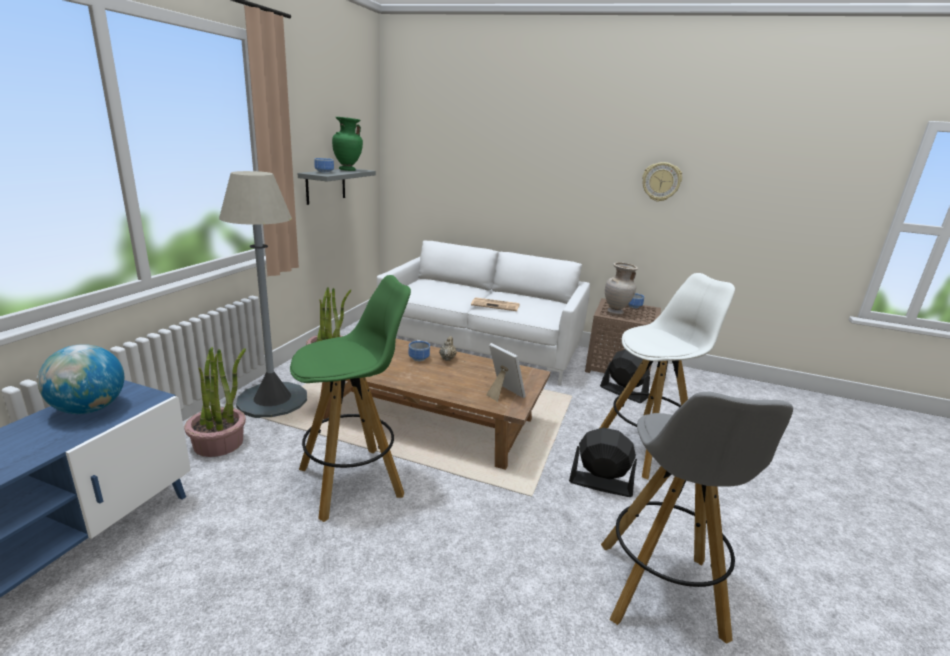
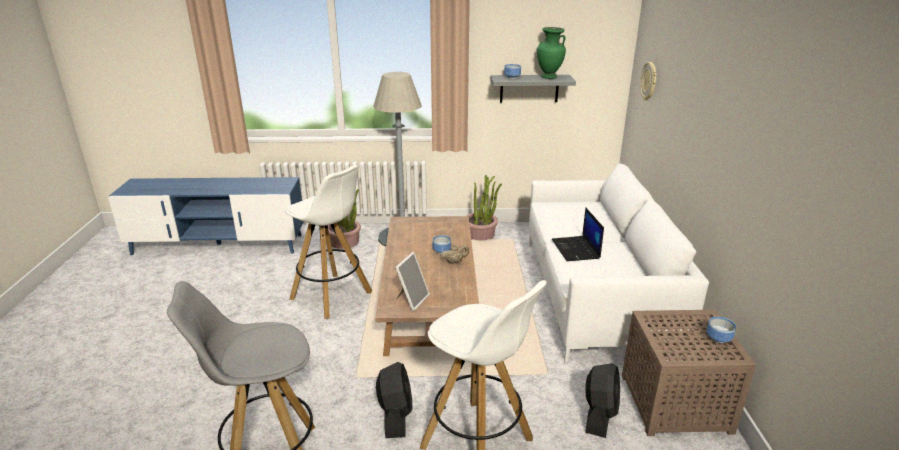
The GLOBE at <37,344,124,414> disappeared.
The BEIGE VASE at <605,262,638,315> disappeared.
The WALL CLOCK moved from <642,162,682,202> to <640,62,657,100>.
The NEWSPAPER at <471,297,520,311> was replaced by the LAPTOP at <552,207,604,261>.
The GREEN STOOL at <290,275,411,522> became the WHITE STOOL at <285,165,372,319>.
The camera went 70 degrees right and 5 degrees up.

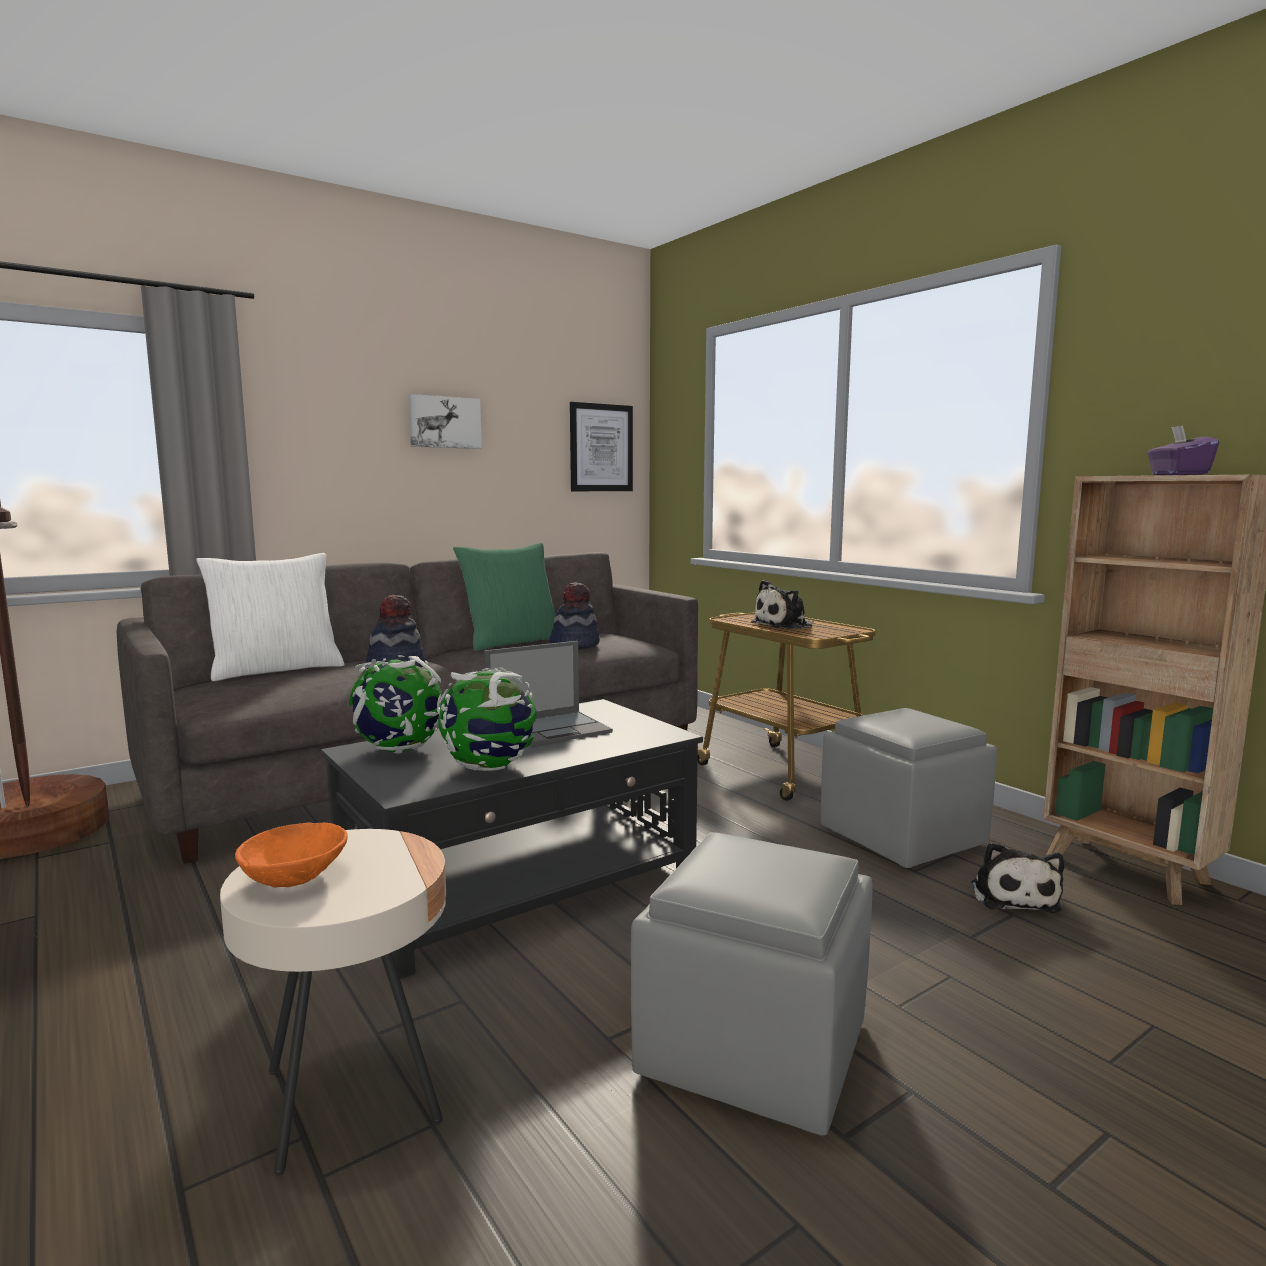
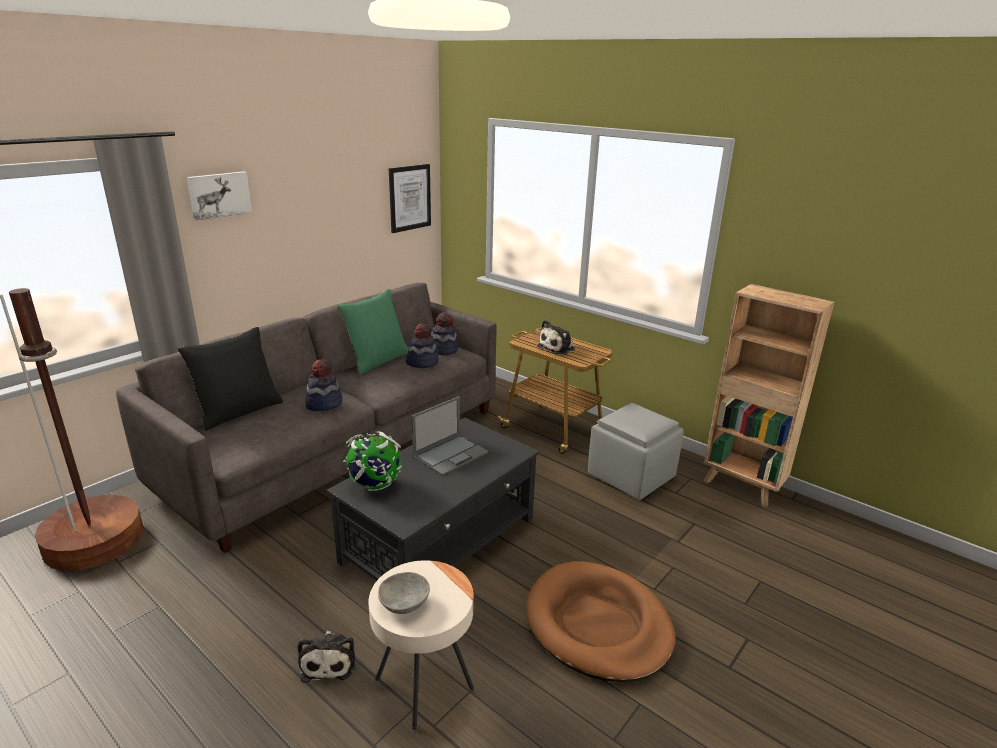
The GLOBE at <437,667,537,771> disappeared.
The PURPLE TISSUE BOX at <1147,425,1219,475> disappeared.
The HAT at <431,313,458,355> appeared.
The PICTURE moved from <408,394,482,449> to <186,171,252,221>.
The PLUSH TOY moved from <972,842,1064,913> to <298,631,356,683>.
The GREY OTTOMAN at <631,832,872,1136> was replaced by the BROWN DOG BED at <527,561,675,682>.
The WHITE PILLOW at <196,553,345,682> became the BLACK PILLOW at <178,327,283,431>.
The ORANGE BOWL at <235,823,348,888> became the GREY BOWL at <378,572,430,614>.
The camera went 15 degrees left and 15 degrees up.

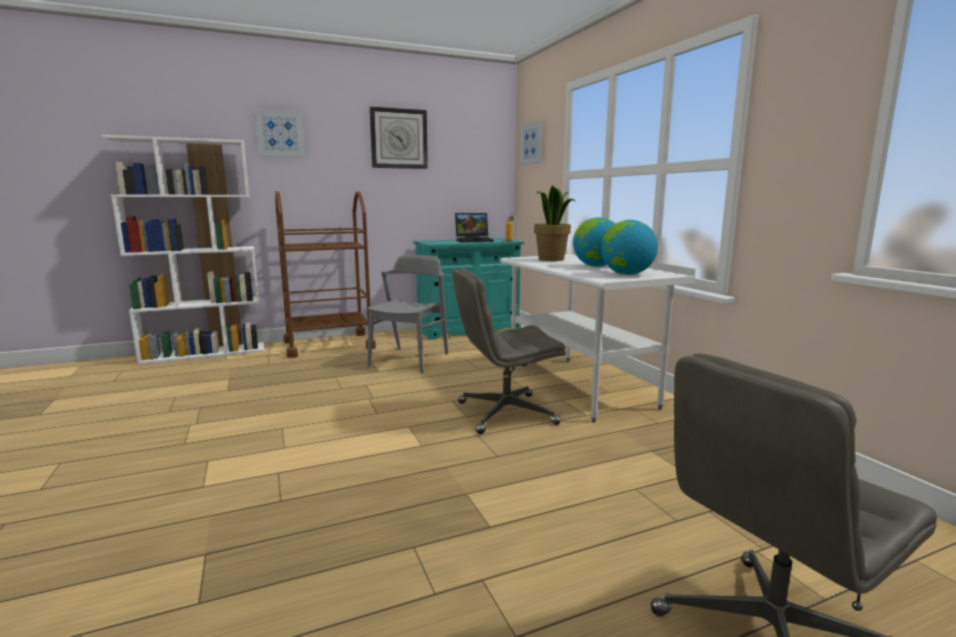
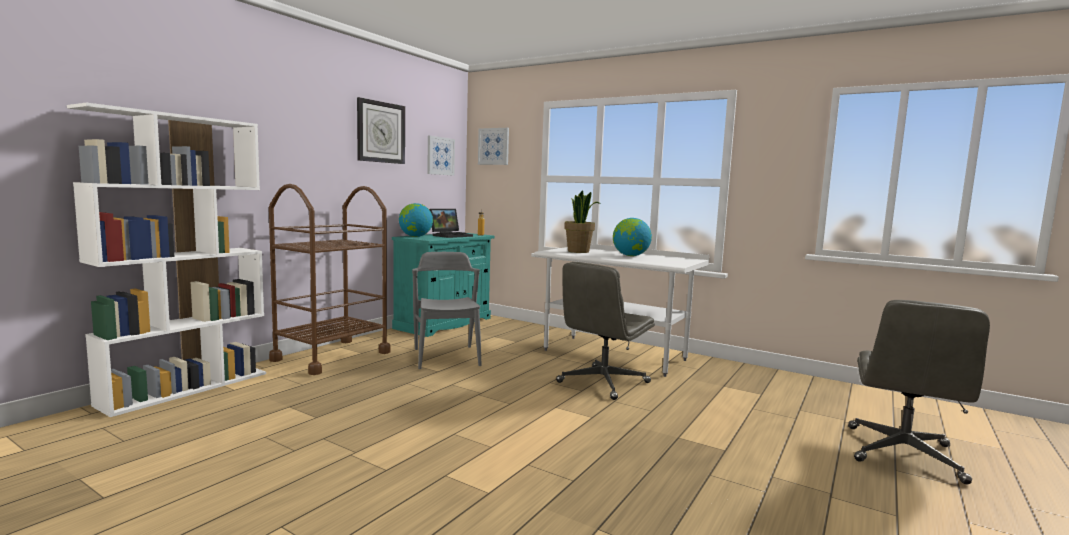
The PICTURE moved from <255,109,305,157> to <427,136,455,175>.
The GLOBE moved from <601,220,658,275> to <399,203,433,237>.
The camera went 35 degrees left and 5 degrees down.

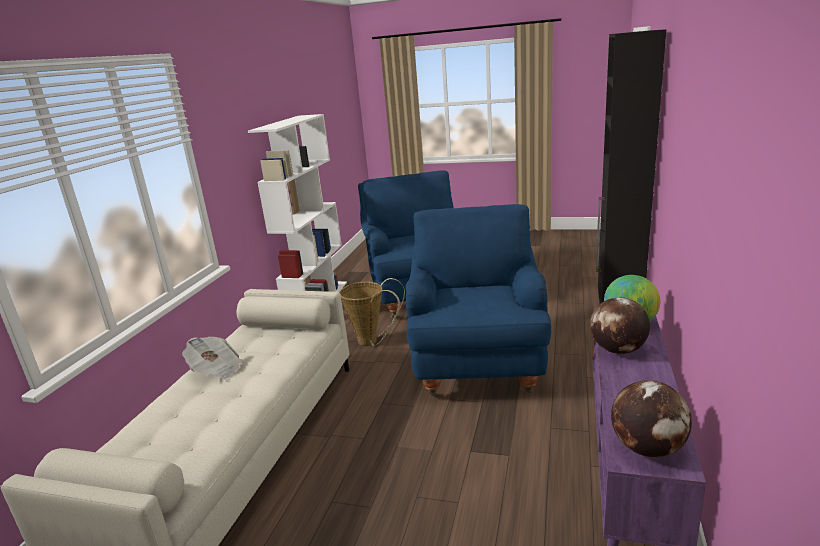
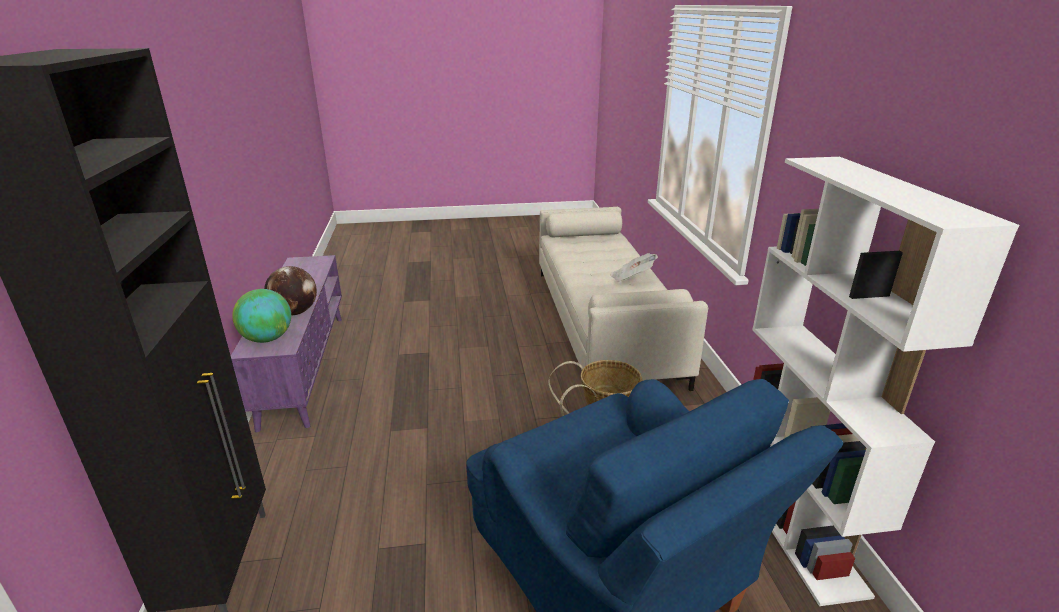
The BLUE ARMCHAIR at <406,204,551,396> disappeared.
The GLOBE at <611,380,692,457> disappeared.
The camera went 155 degrees right and 5 degrees up.

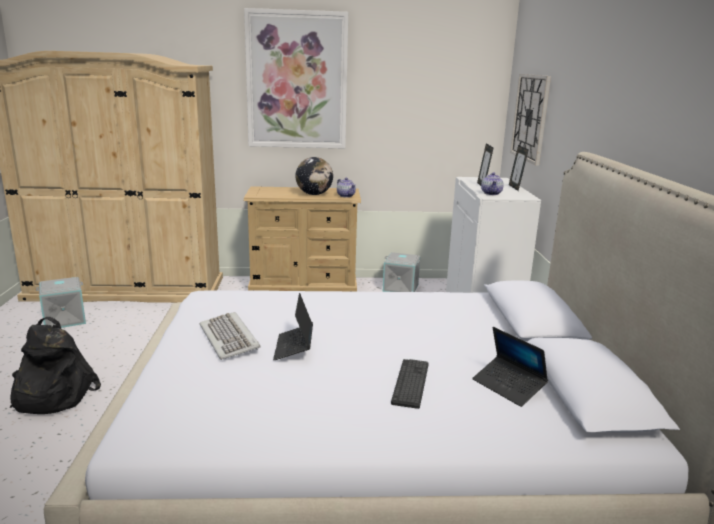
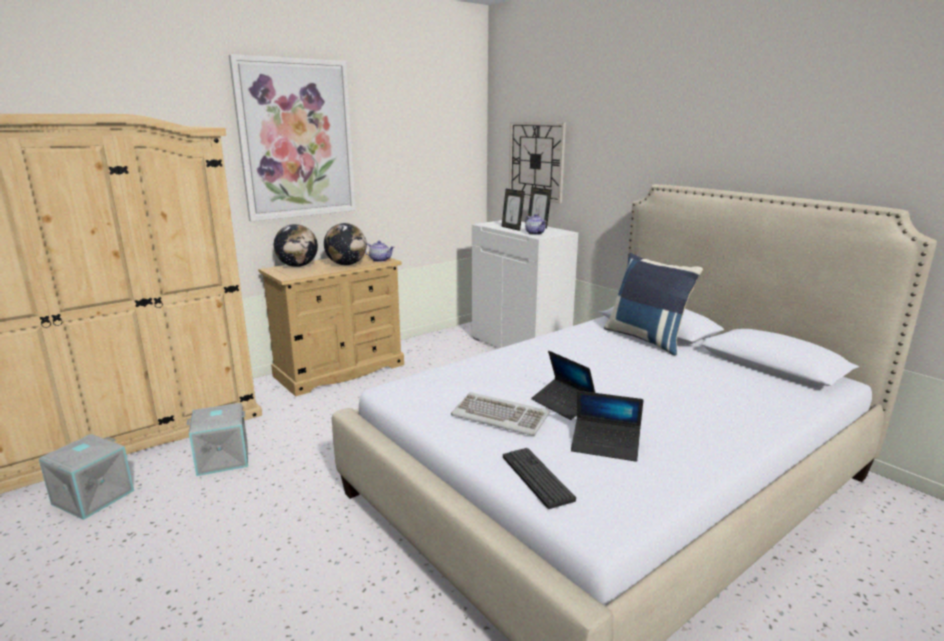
The BLACK BACKPACK at <10,317,101,414> disappeared.
The GLOBE at <274,224,318,267> appeared.
The BLUE PILLOW at <604,253,703,355> appeared.
The GREY STORAGE BOX moved from <383,252,420,292> to <186,403,248,476>.
The KEYBOARD moved from <391,359,429,409> to <503,448,576,509>.
The LAPTOP moved from <472,327,548,407> to <571,391,643,462>.
The camera went 35 degrees left and 0 degrees up.

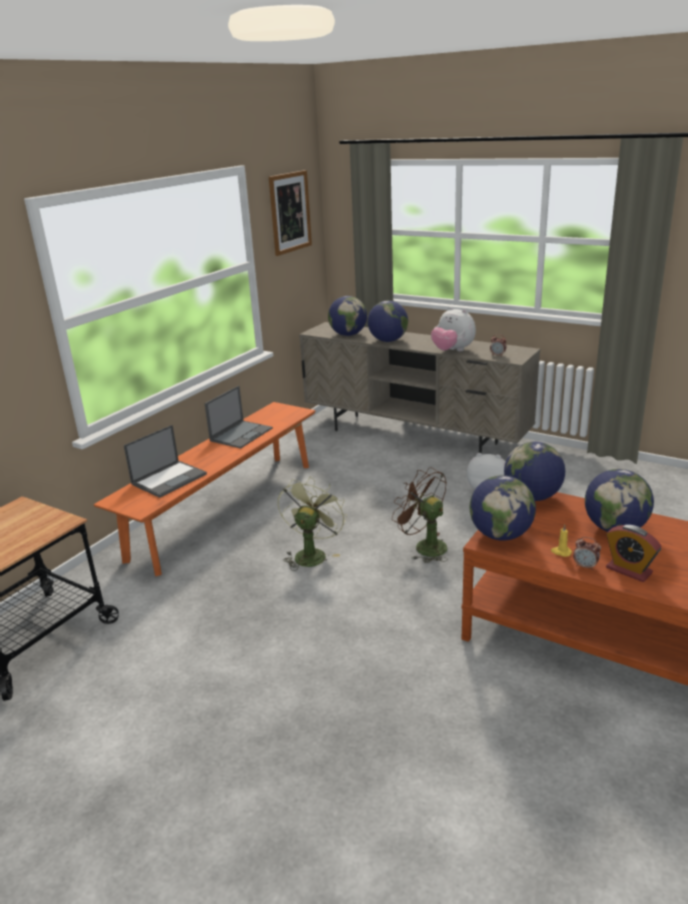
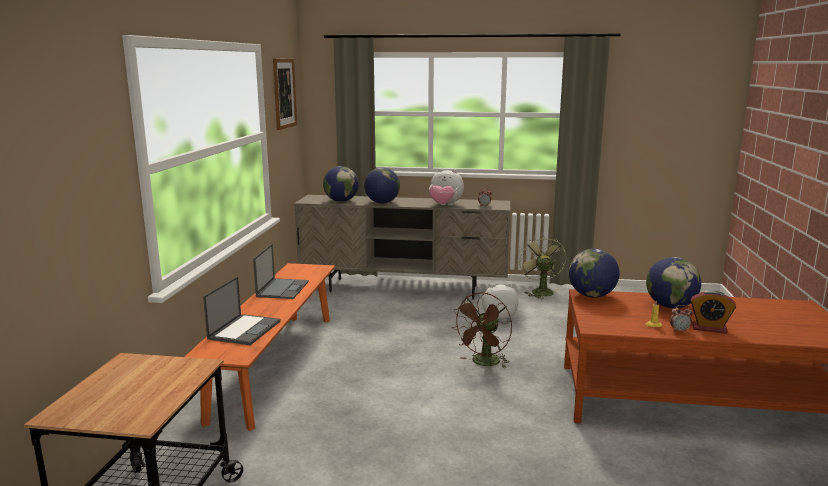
The GLOBE at <470,475,536,541> disappeared.
The GREEN FAN moved from <278,476,347,571> to <519,235,566,299>.
The BROWN FAN at <392,467,448,563> turned 75 degrees counterclockwise.
The camera went 25 degrees left and 10 degrees down.

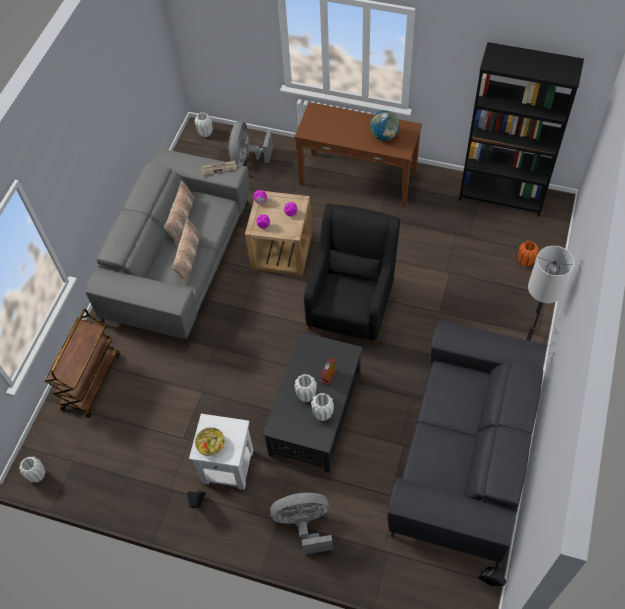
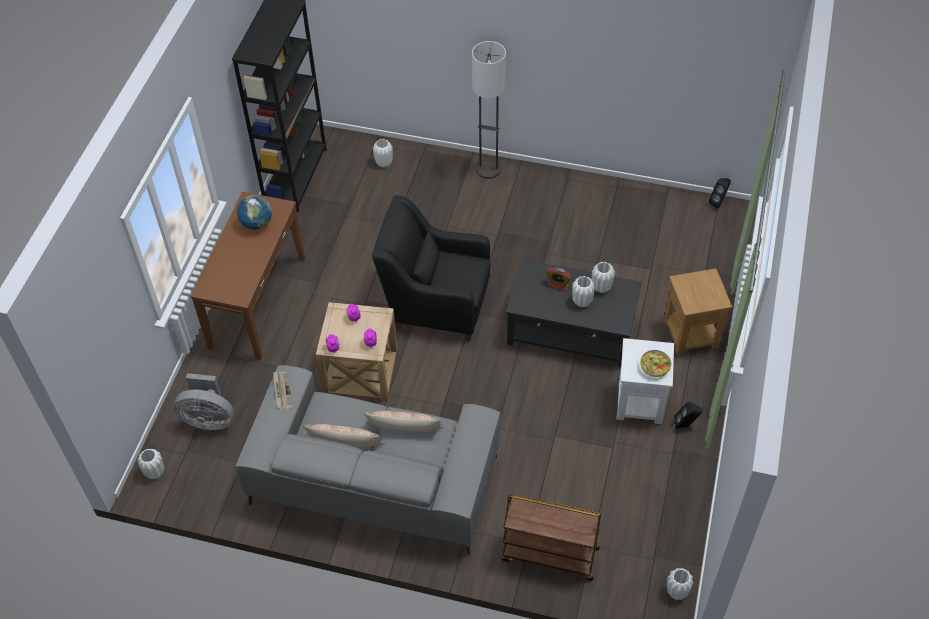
The GREY SOFA at <387,320,547,567> disappeared.
The GREY FAN at <270,493,333,555> was replaced by the BROWN SIDE TABLE at <664,268,732,355>.
The ORANGE VASE at <518,241,539,267> became the WHITE VASE at <373,139,393,167>.
The camera went 95 degrees left and 5 degrees down.

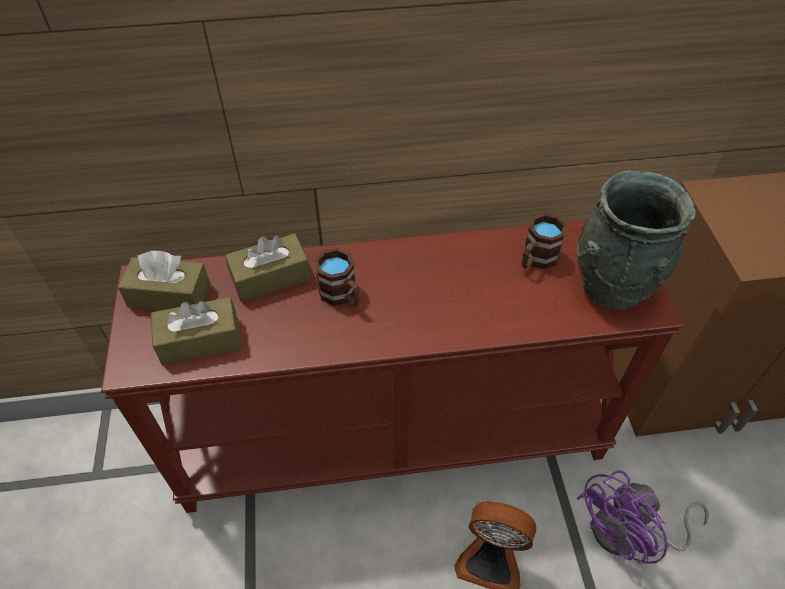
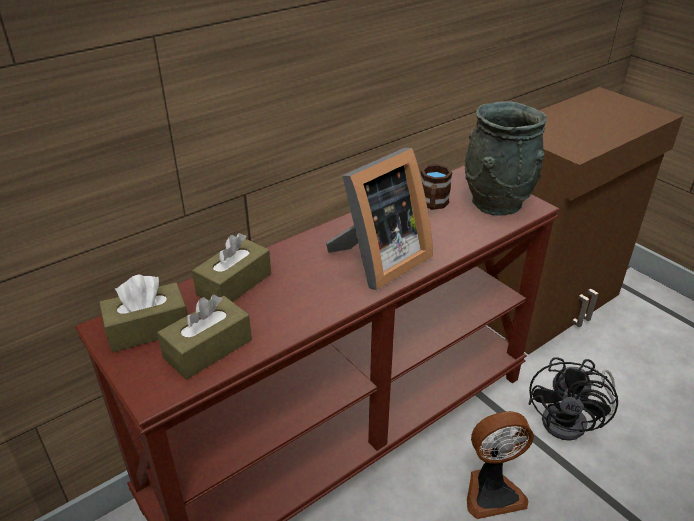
The BROWN MUG at <315,248,359,307> disappeared.
The PICTURE FRAME at <326,148,433,290> appeared.
The PURPLE FAN at <577,470,709,564> became the BLACK FAN at <528,357,618,441>.
The camera went 30 degrees left and 15 degrees down.

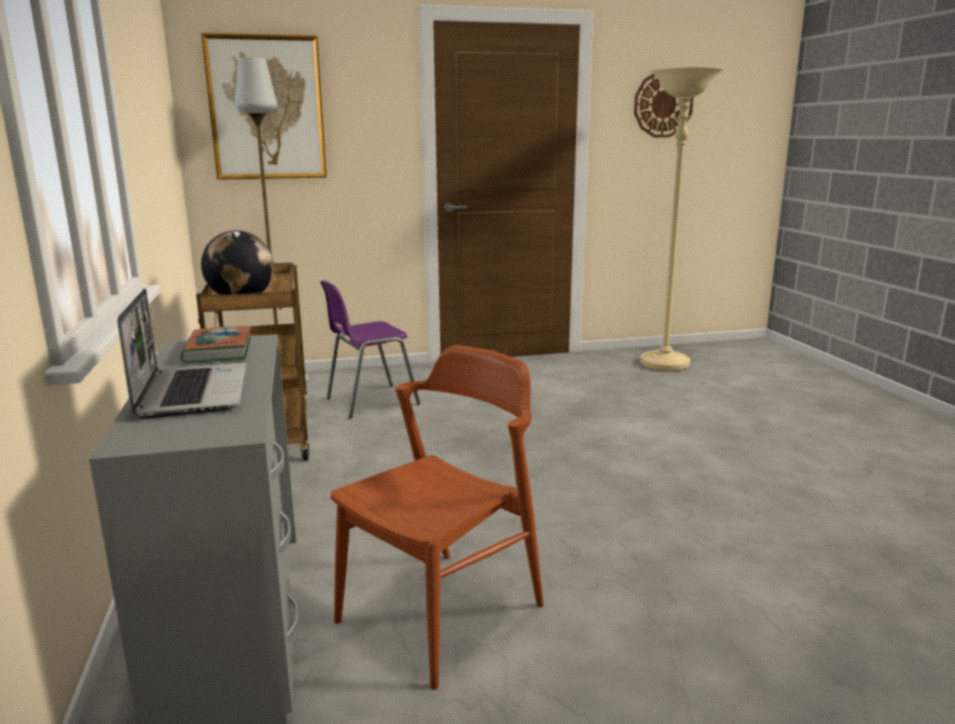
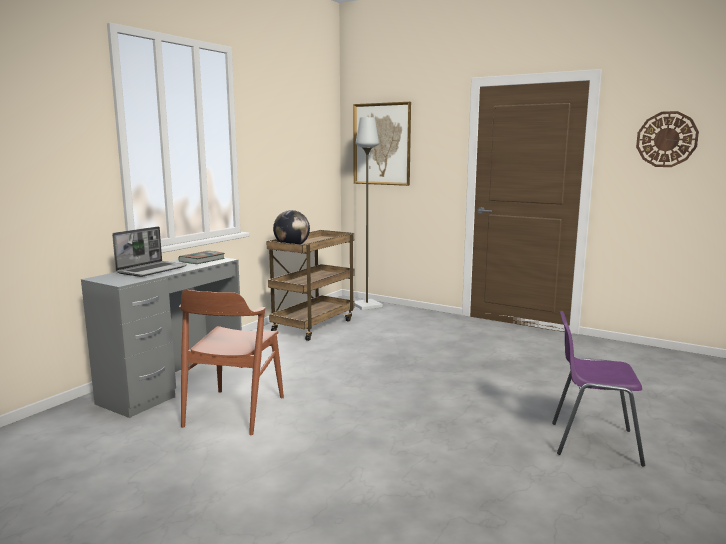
The BEIGE FLOOR LAMP at <640,67,724,371> disappeared.
The PURPLE CHAIR moved from <320,280,421,418> to <552,311,645,466>.
The BROWN CHAIR at <331,345,544,690> turned 105 degrees clockwise.
The camera went 45 degrees right and 5 degrees down.

